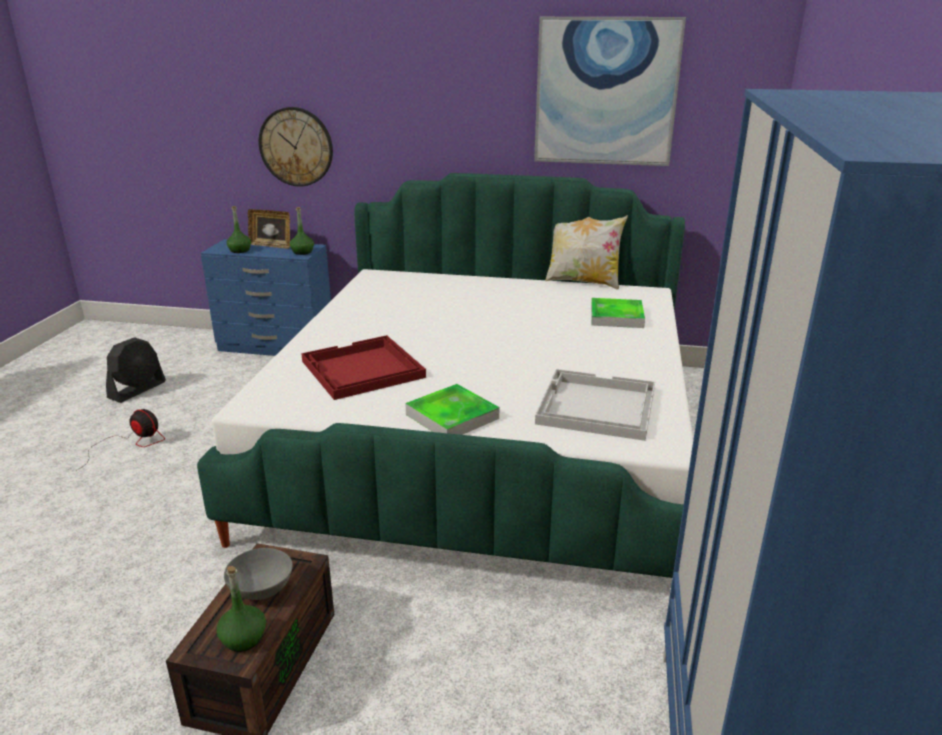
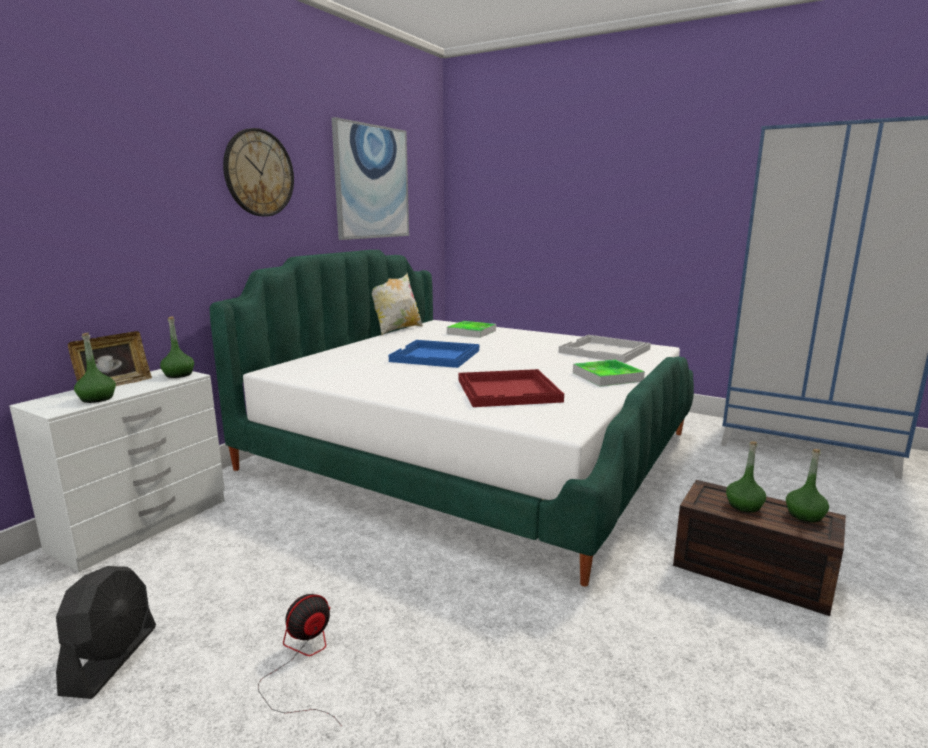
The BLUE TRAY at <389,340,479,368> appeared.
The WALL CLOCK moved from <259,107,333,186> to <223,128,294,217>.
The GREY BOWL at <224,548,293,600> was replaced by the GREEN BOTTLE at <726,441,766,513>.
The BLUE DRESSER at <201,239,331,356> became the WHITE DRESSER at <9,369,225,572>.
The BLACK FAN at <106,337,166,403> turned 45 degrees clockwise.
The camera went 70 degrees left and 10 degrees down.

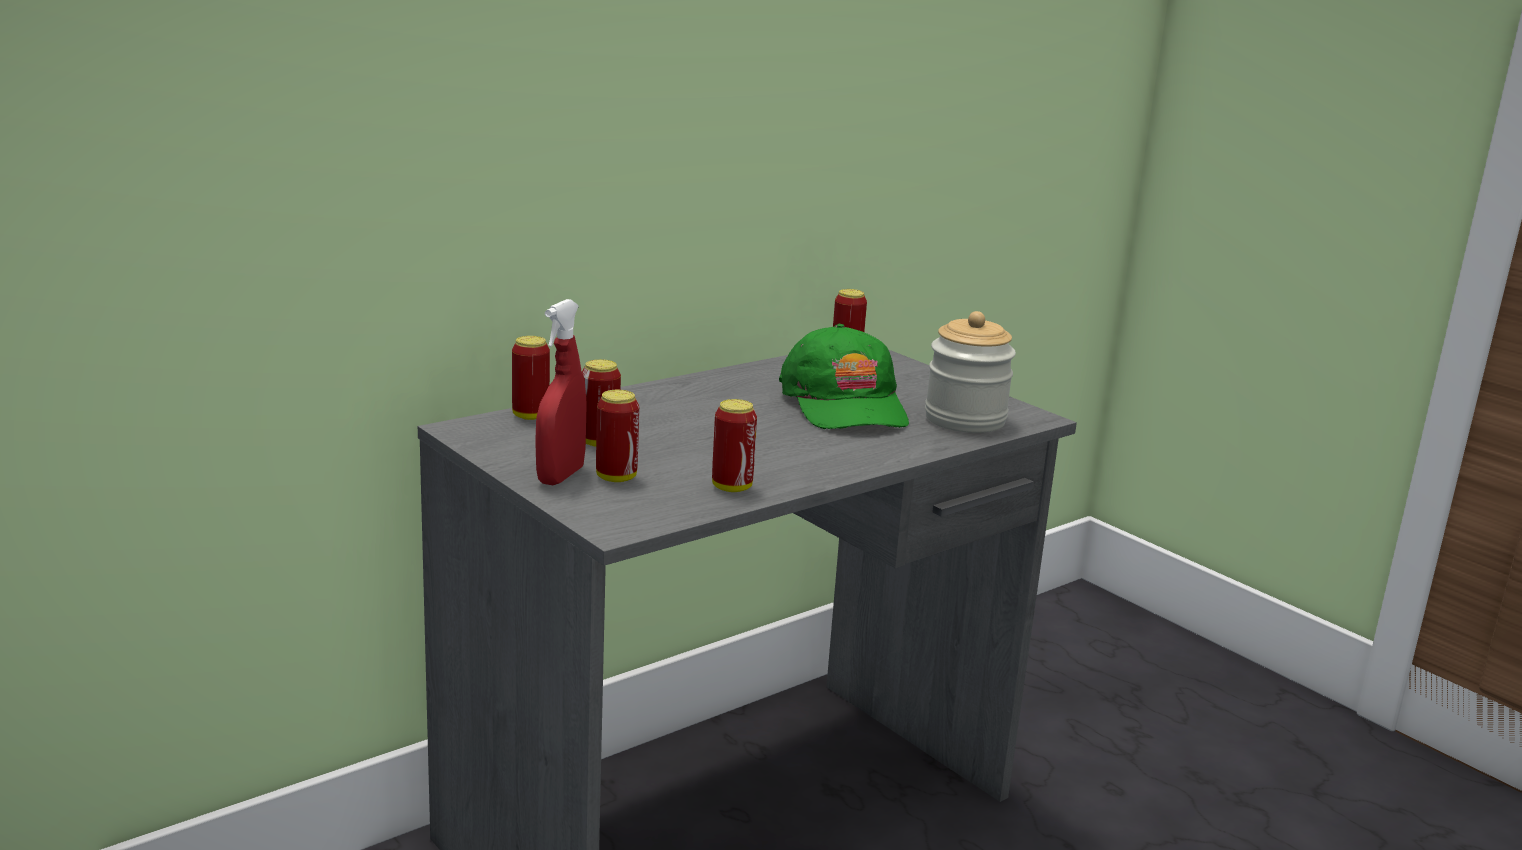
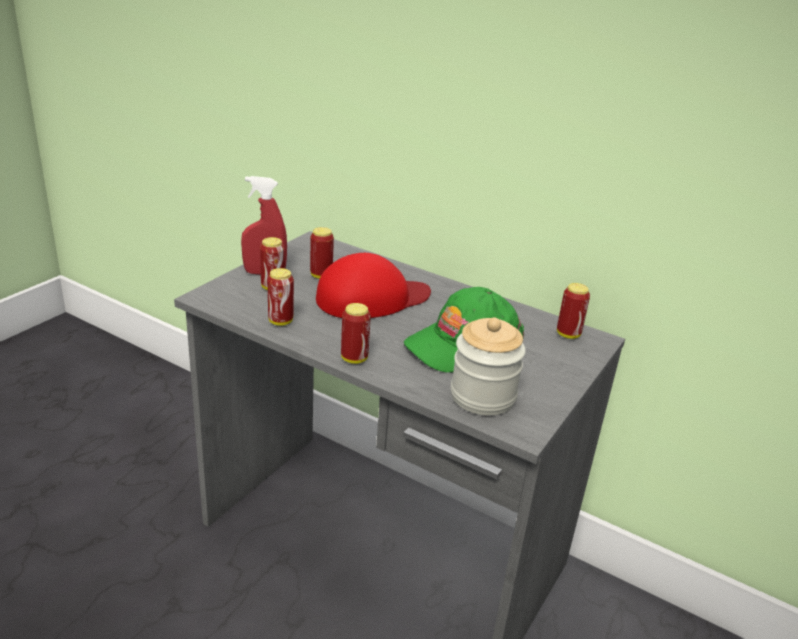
The RED CAP at <316,253,431,318> appeared.
The CAN moved from <512,336,550,420> to <341,303,371,364>.
The camera went 70 degrees right and 10 degrees up.

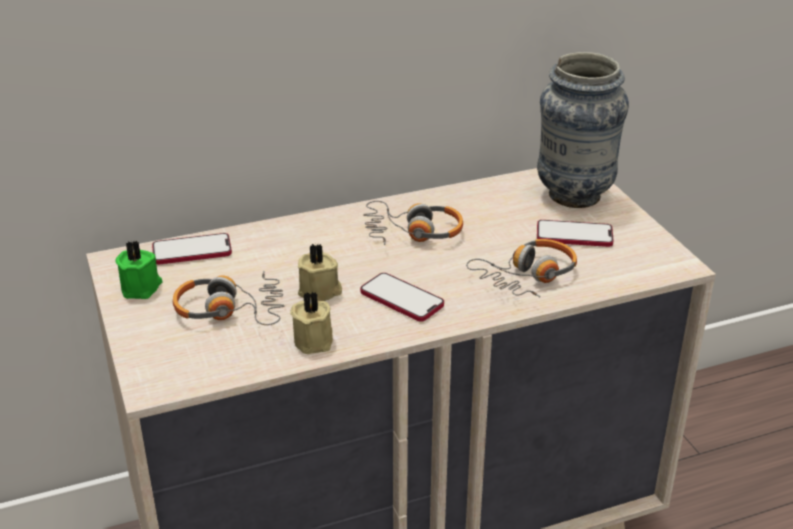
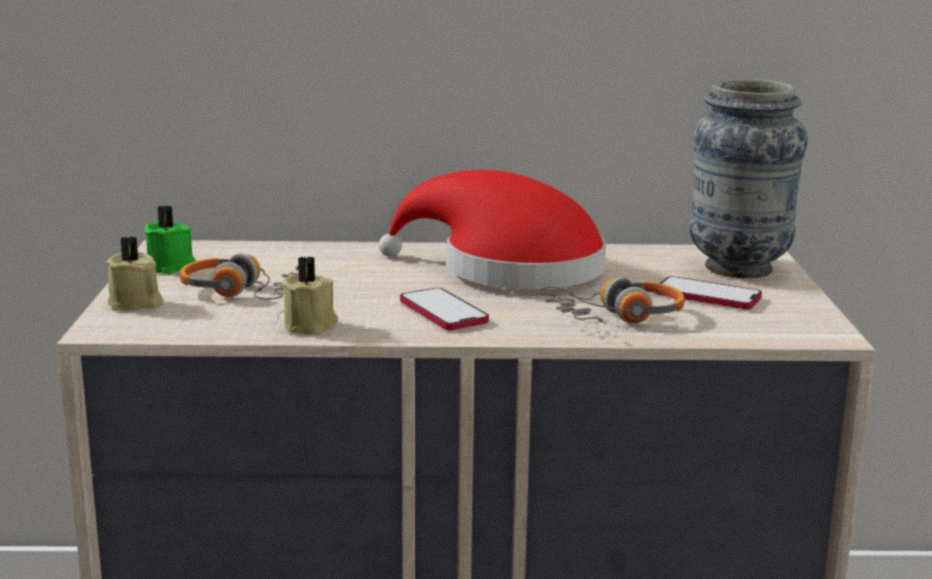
The PHONE at <152,233,232,265> disappeared.
The BEIGE CANDLE moved from <298,244,342,301> to <106,236,163,311>.
The HEADPHONES at <363,201,463,245> was replaced by the RED HAT at <379,170,606,289>.
The camera went 20 degrees right and 15 degrees down.

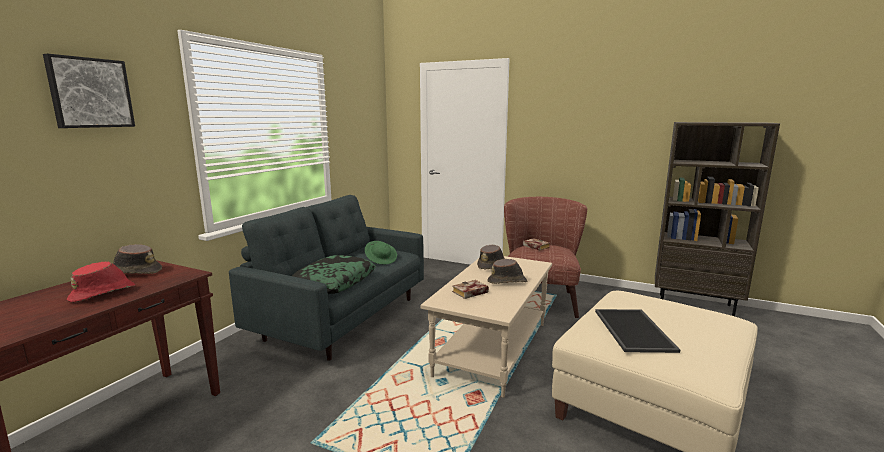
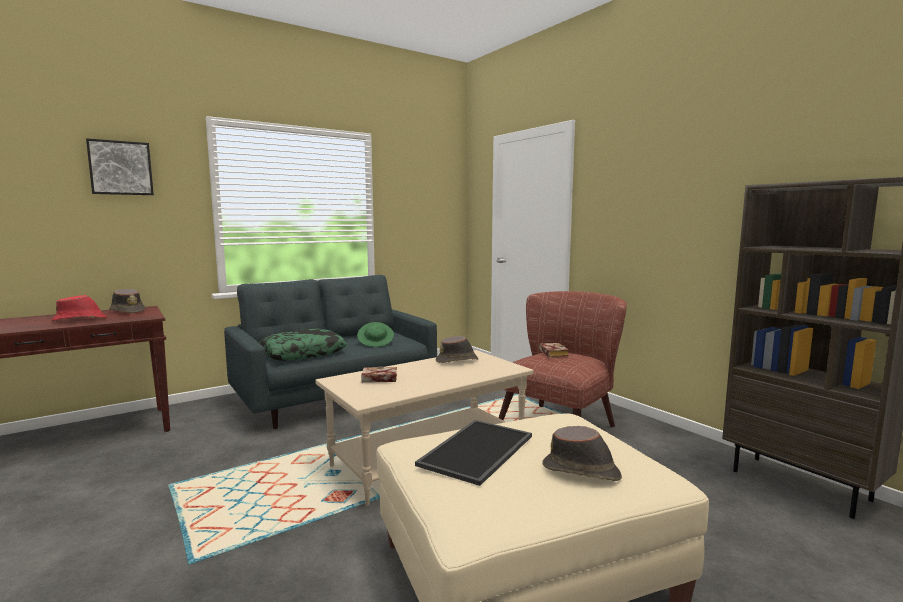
The BROWN HAT moved from <487,259,527,284> to <543,426,622,481>.
The camera went 30 degrees right and 5 degrees down.

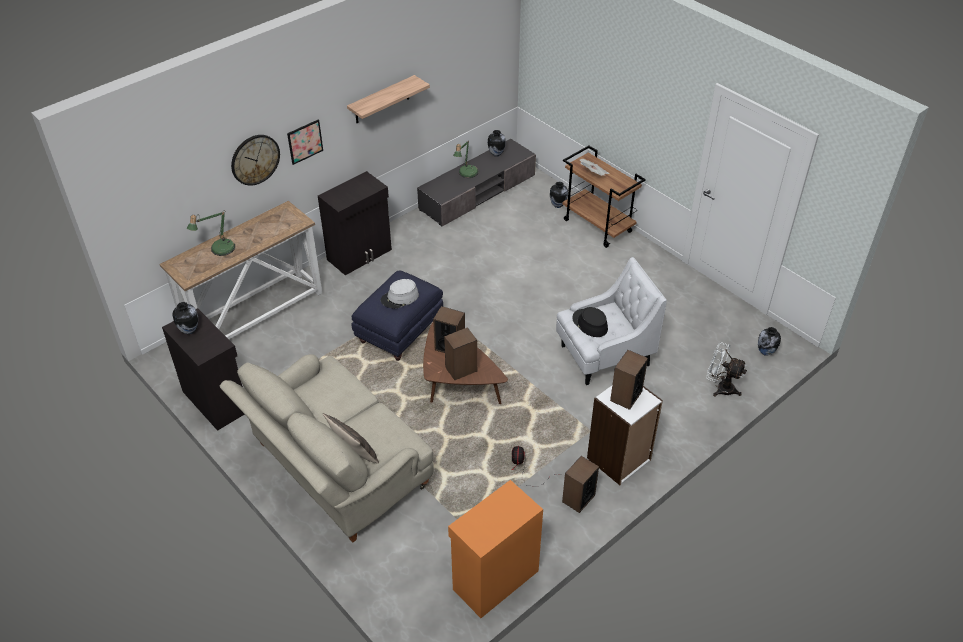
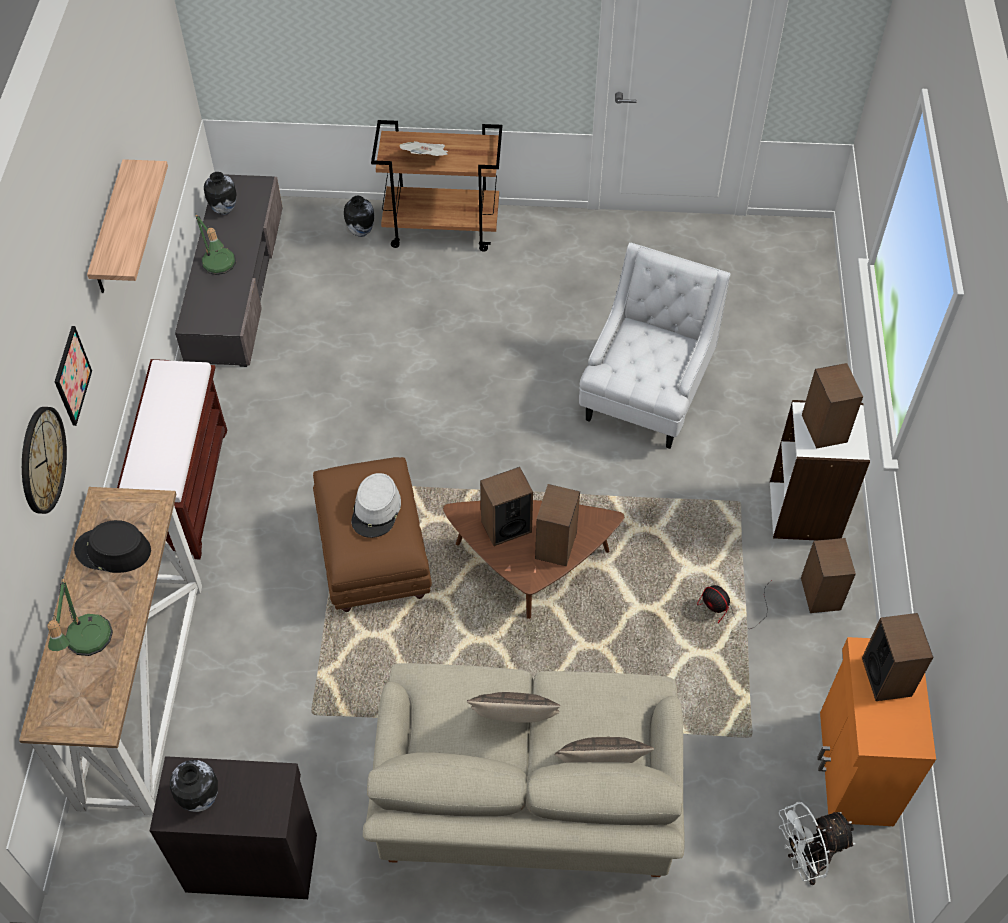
The VASE at <758,327,781,356> disappeared.
The PILLOW at <467,692,560,723> appeared.
The SPEAKER at <862,613,933,701> appeared.
The BLACK HAT moved from <573,307,608,337> to <74,520,151,573>.
The WHITE FAN moved from <706,342,747,396> to <779,802,856,885>.
The BLACK CABINET at <318,171,392,275> was replaced by the BROWN BENCH at <117,359,227,559>.
The BLUE OTTOMAN at <351,270,443,361> became the BROWN OTTOMAN at <313,457,432,612>.
The camera went 45 degrees left and 10 degrees up.

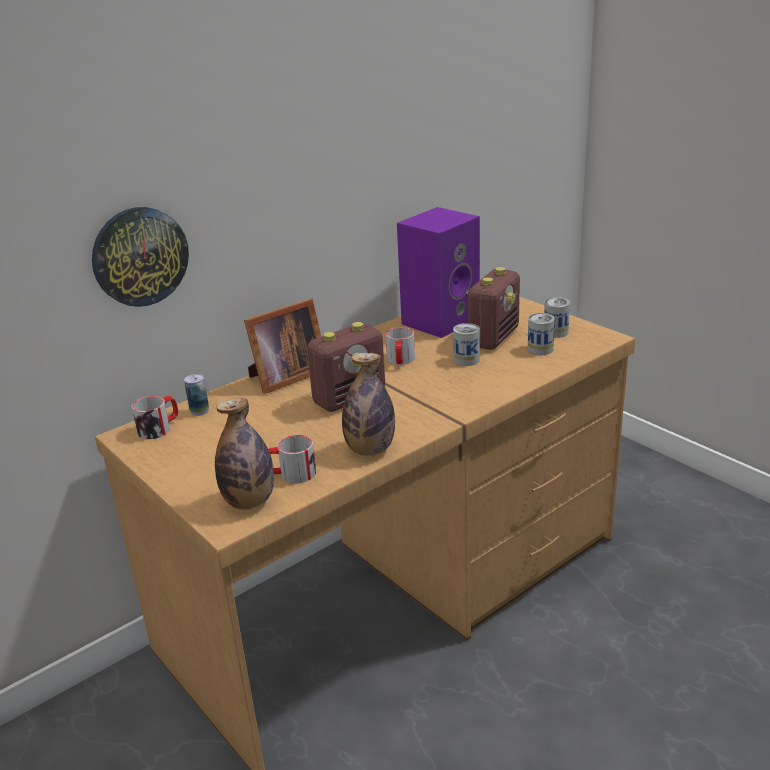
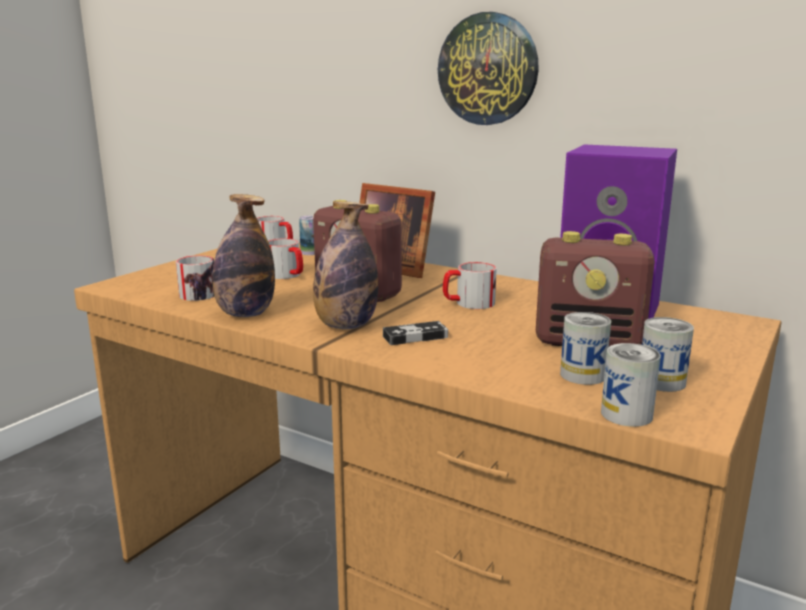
The MUG at <268,238,303,279> appeared.
The GAME CONTROLLER at <383,321,448,345> appeared.
The WALL CLOCK moved from <92,207,189,307> to <438,12,539,125>.
The BOTTLE moved from <215,398,274,509> to <313,201,378,329>.
The CAN moved from <453,323,480,366> to <601,343,661,427>.
The camera went 70 degrees right and 10 degrees down.

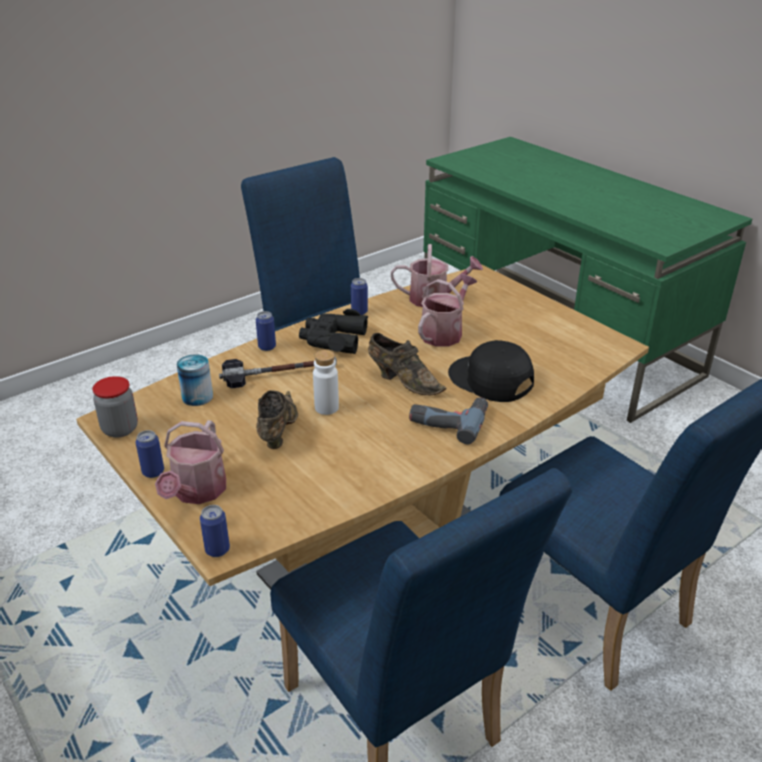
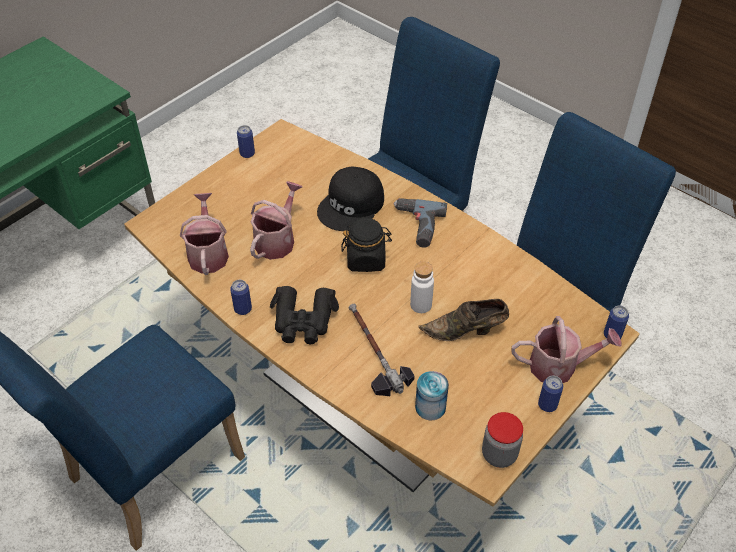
The CAN moved from <256,311,276,351> to <237,125,255,158>.
The BROWN SHOE at <368,333,446,395> was replaced by the BLACK JAR at <341,218,392,272>.
The WATERING CAN at <418,274,477,347> turned 90 degrees clockwise.
The camera went 100 degrees left and 15 degrees up.

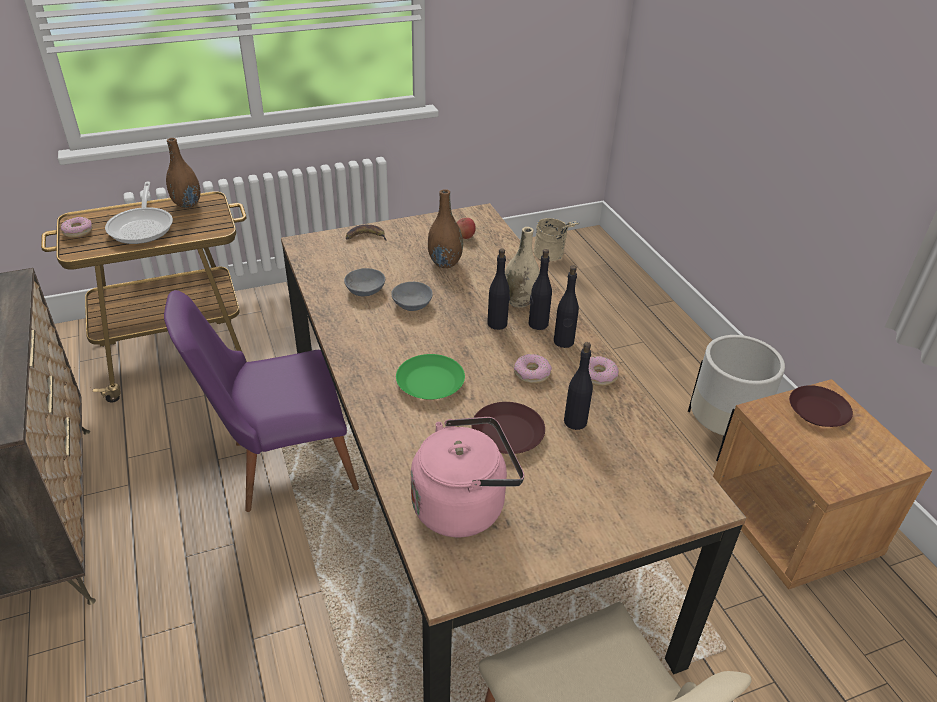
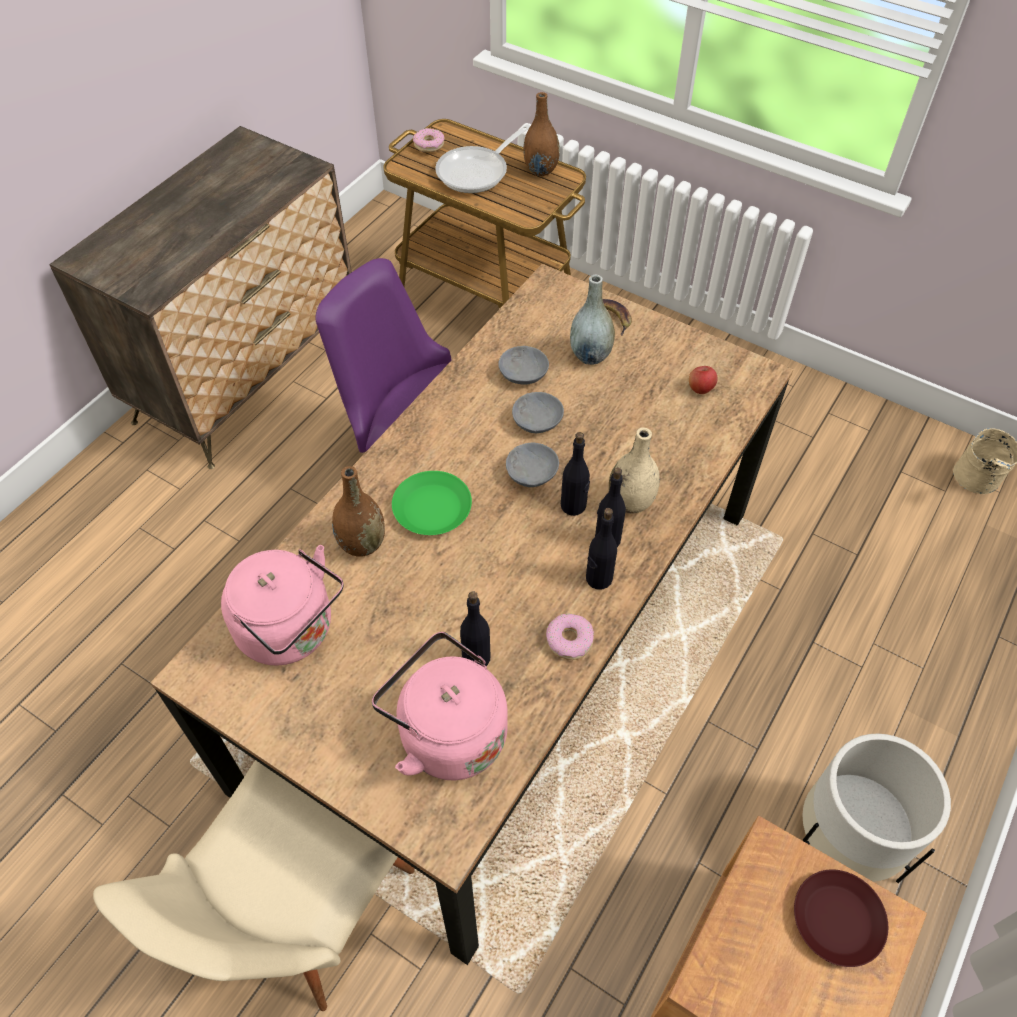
The BROWN PLATE at <471,402,545,454> disappeared.
The DONUT at <514,354,552,384> disappeared.
The PINK KETTLE at <372,632,508,781> appeared.
The GREY BOWL at <506,443,559,487> appeared.
The GREY VASE at <570,275,615,365> appeared.
The BROWN VASE moved from <428,189,463,268> to <332,466,385,557>.
The camera went 55 degrees right and 15 degrees up.

